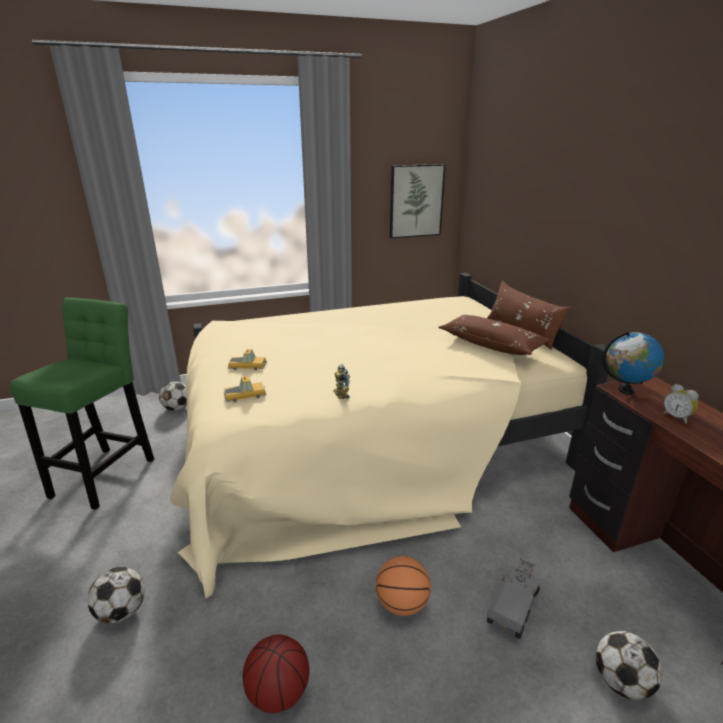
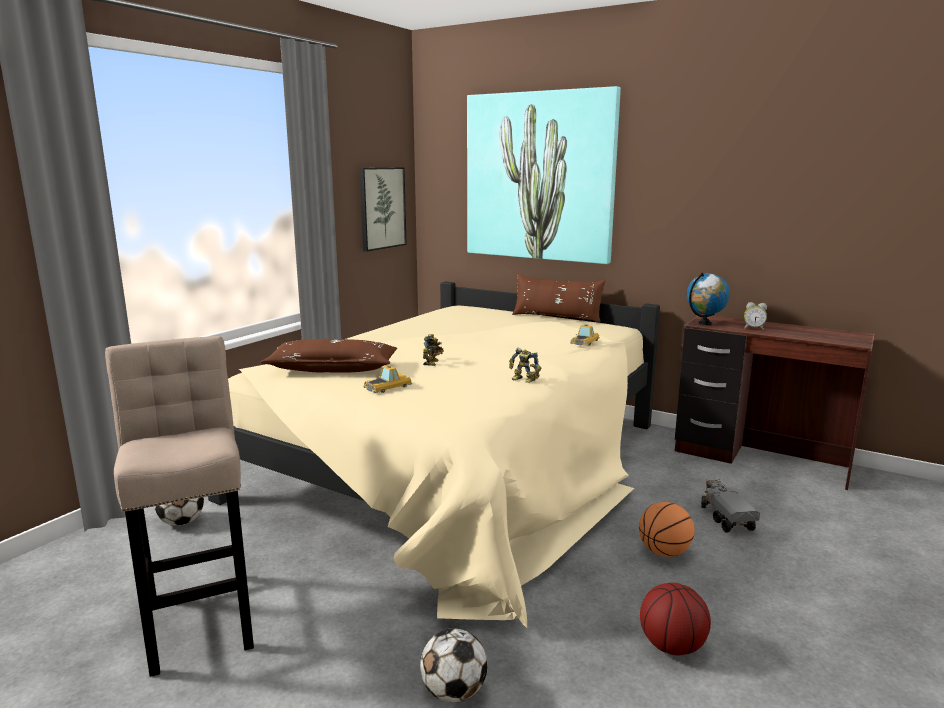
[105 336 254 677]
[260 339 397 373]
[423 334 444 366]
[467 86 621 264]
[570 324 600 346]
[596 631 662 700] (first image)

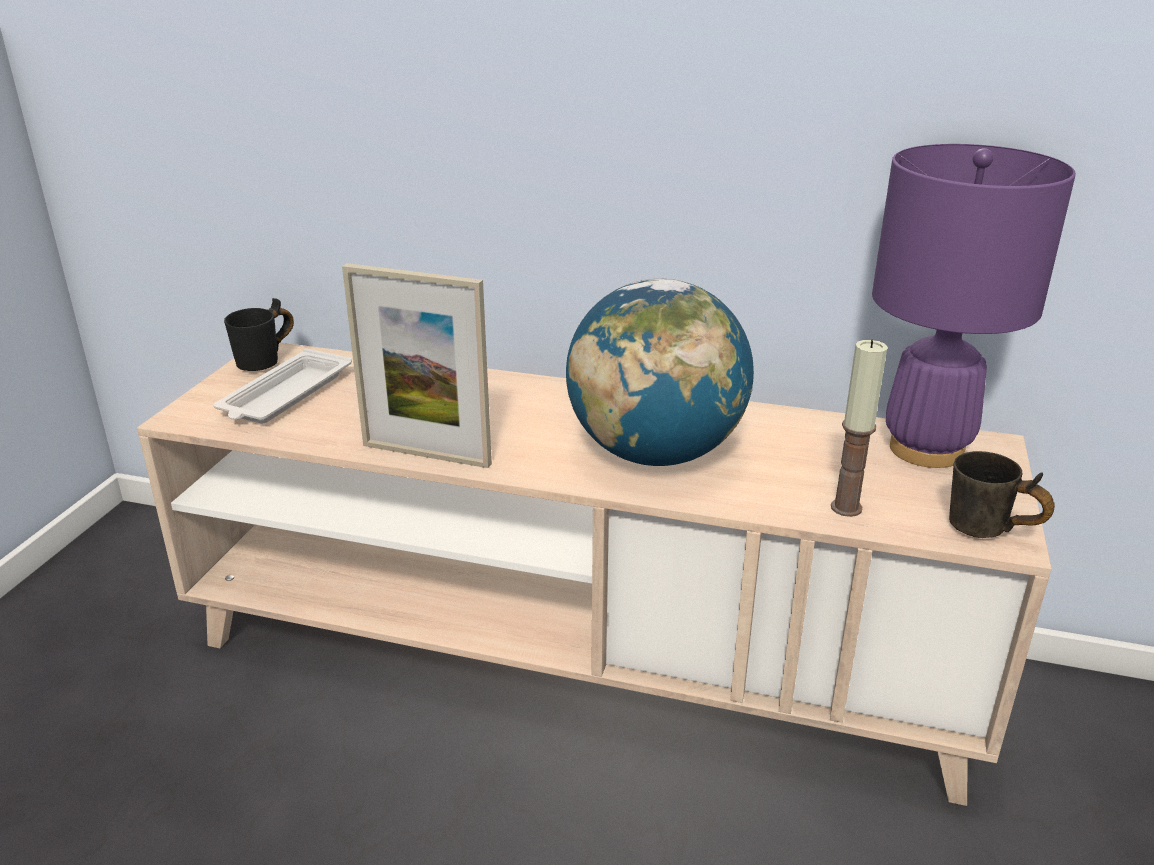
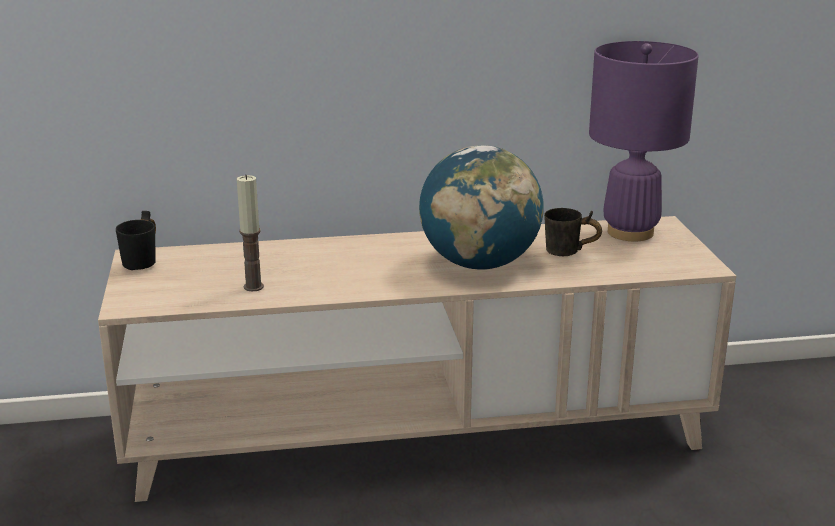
[237 175 264 292]
[544 208 602 257]
[213 348 352 423] (first image)
[342 263 492 468] (first image)

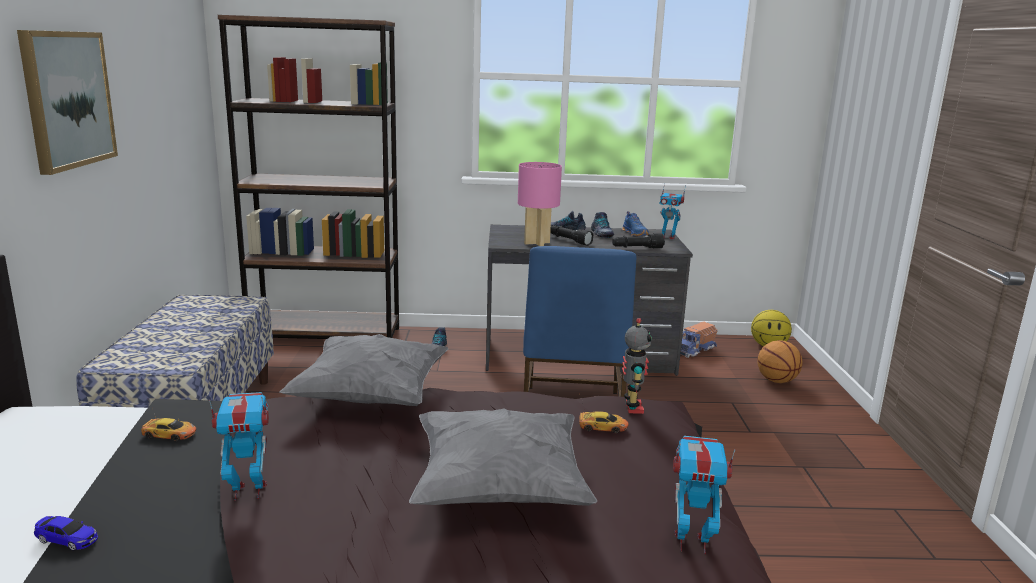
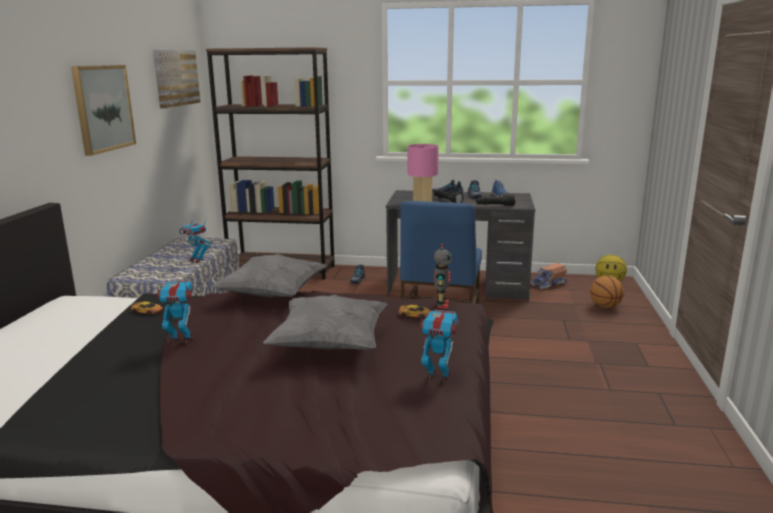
[153 50 200 108]
[179 215 211 263]
[34 516 98 551] (first image)

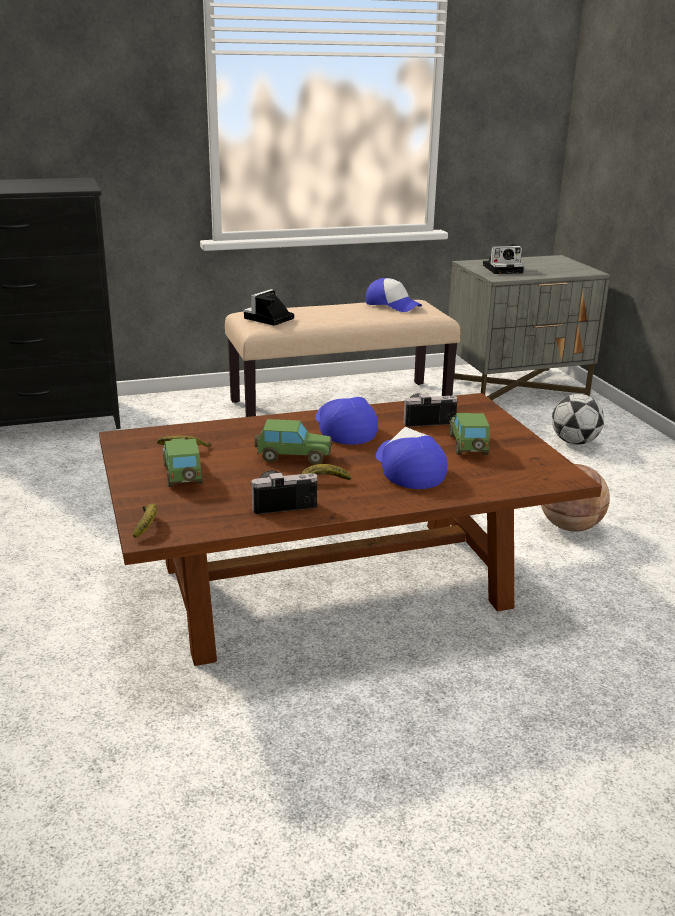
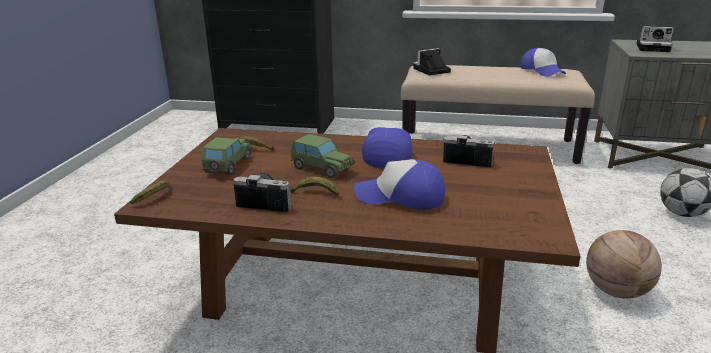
[354 159 445 210]
[449 413 490 455] (first image)

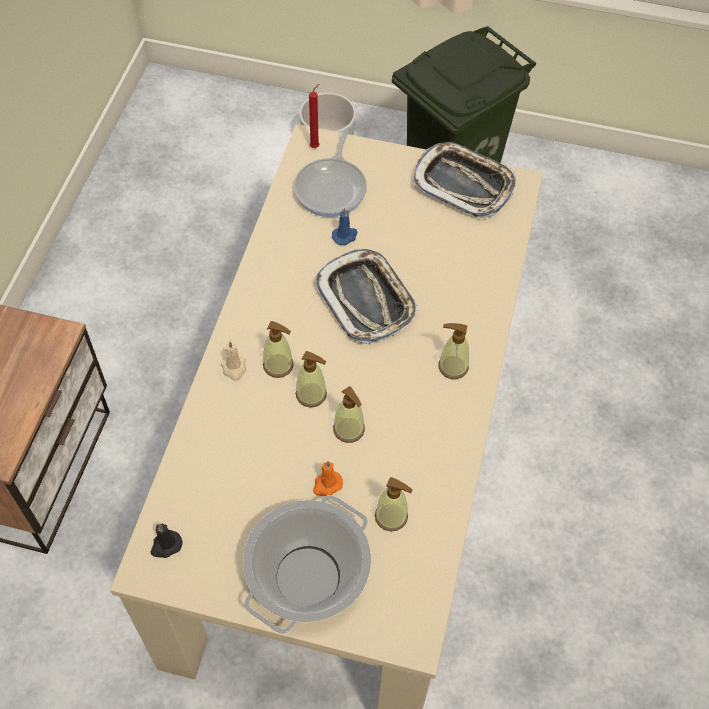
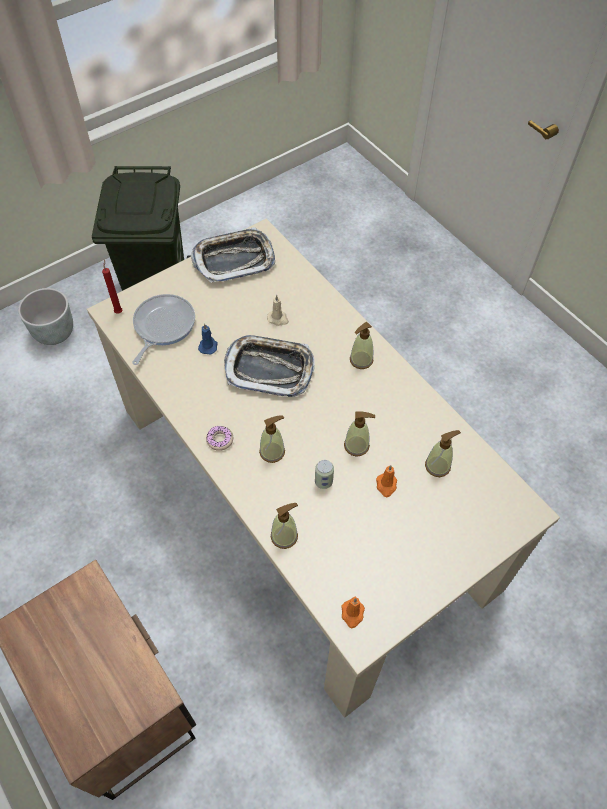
[132 294 195 365]
[206 426 233 451]
[267 295 289 326]
[271 503 298 549]
[315 460 334 489]
[341 597 365 628]
[243 495 371 634] (first image)

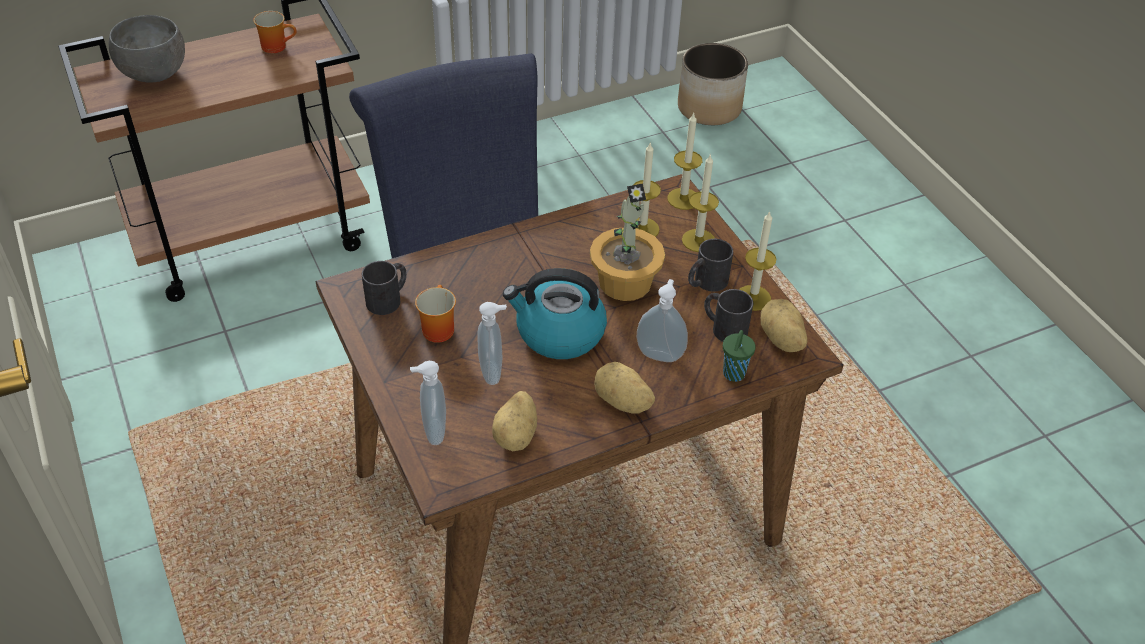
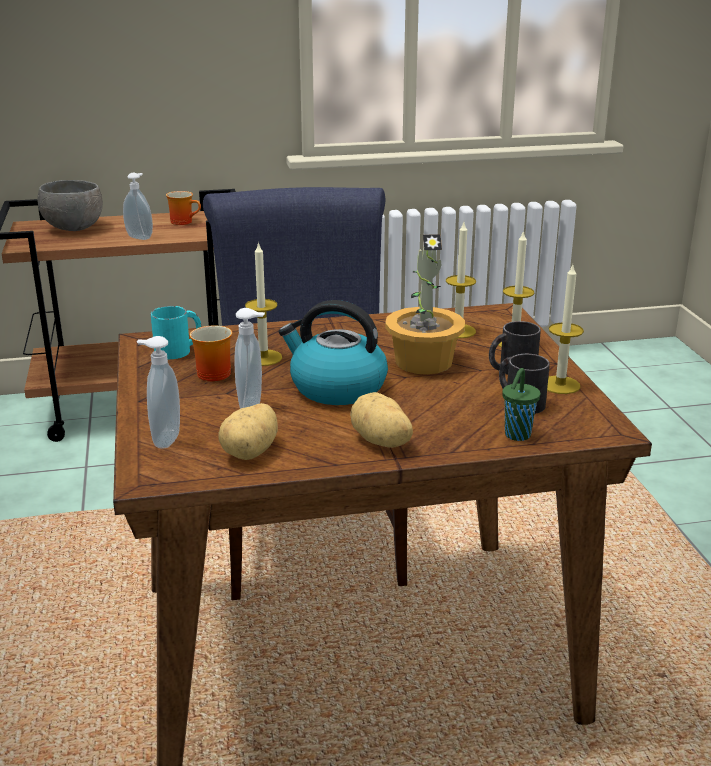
[123 173 153 240]
[151 306 201 359]
[245 242 282 366]
[678 43 748 125] (first image)
[761 299 807 352] (first image)

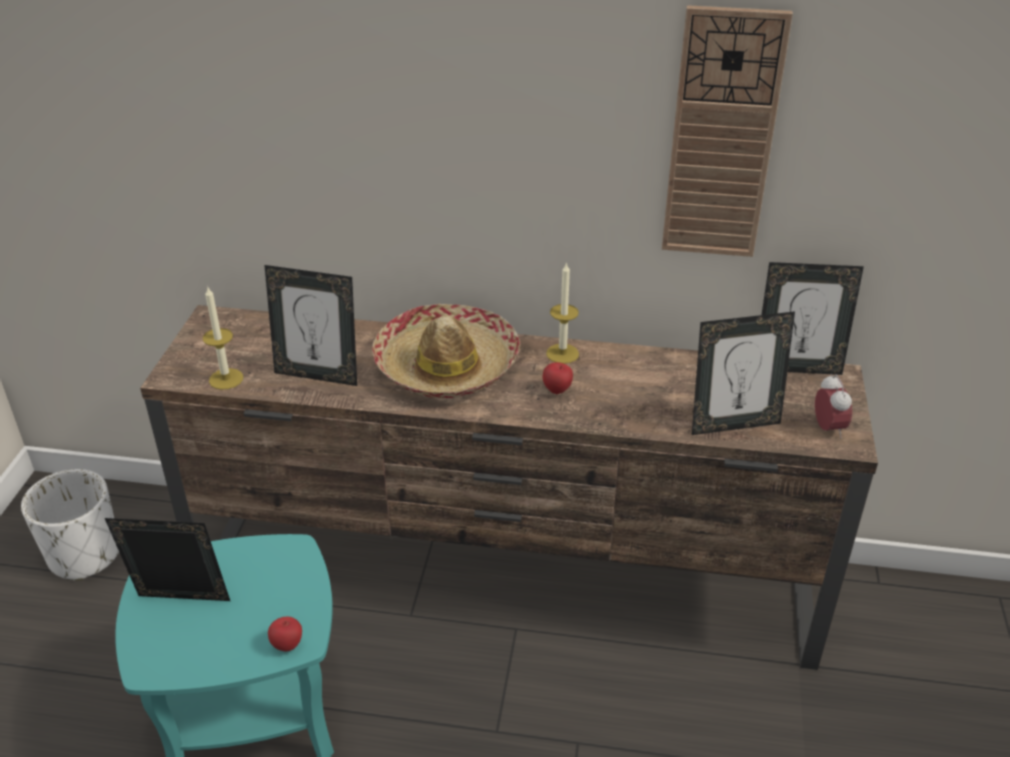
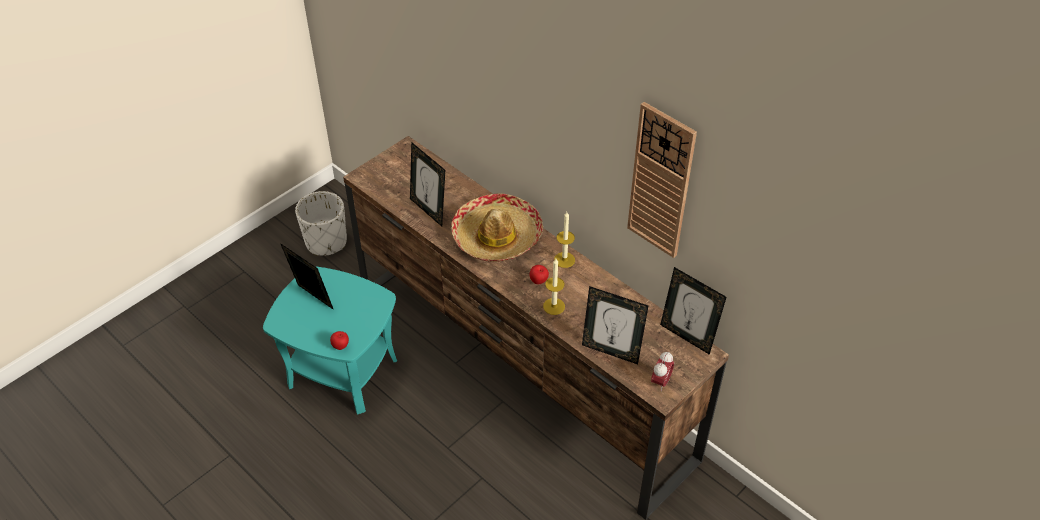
[543 259 565 315]

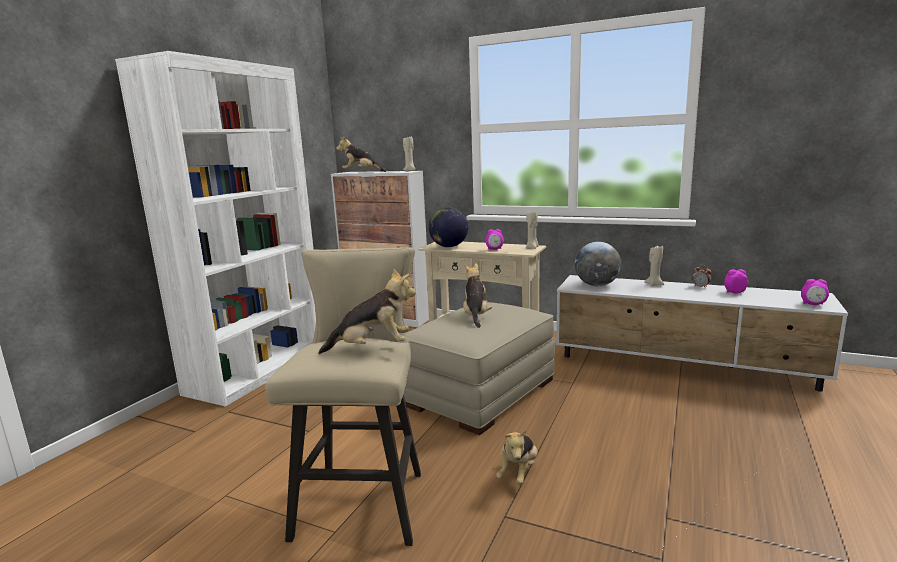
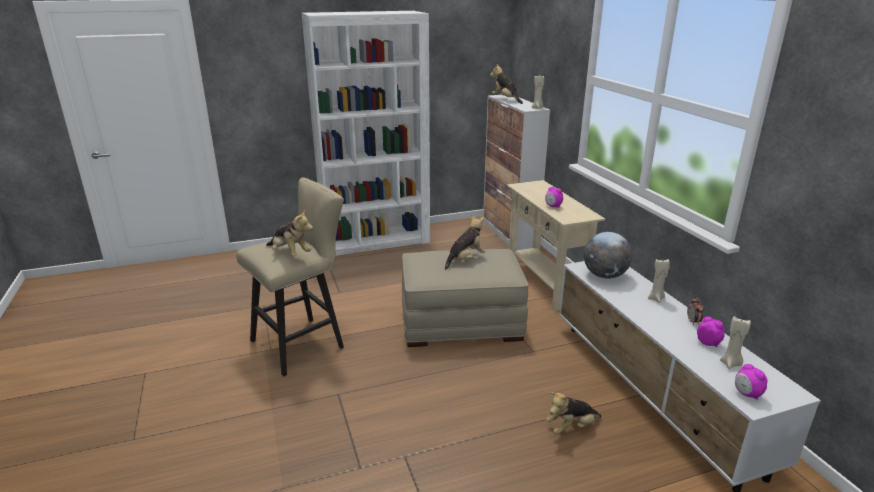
[546 392 601 434]
[720 316 751 369]
[429 207 468 247] (first image)

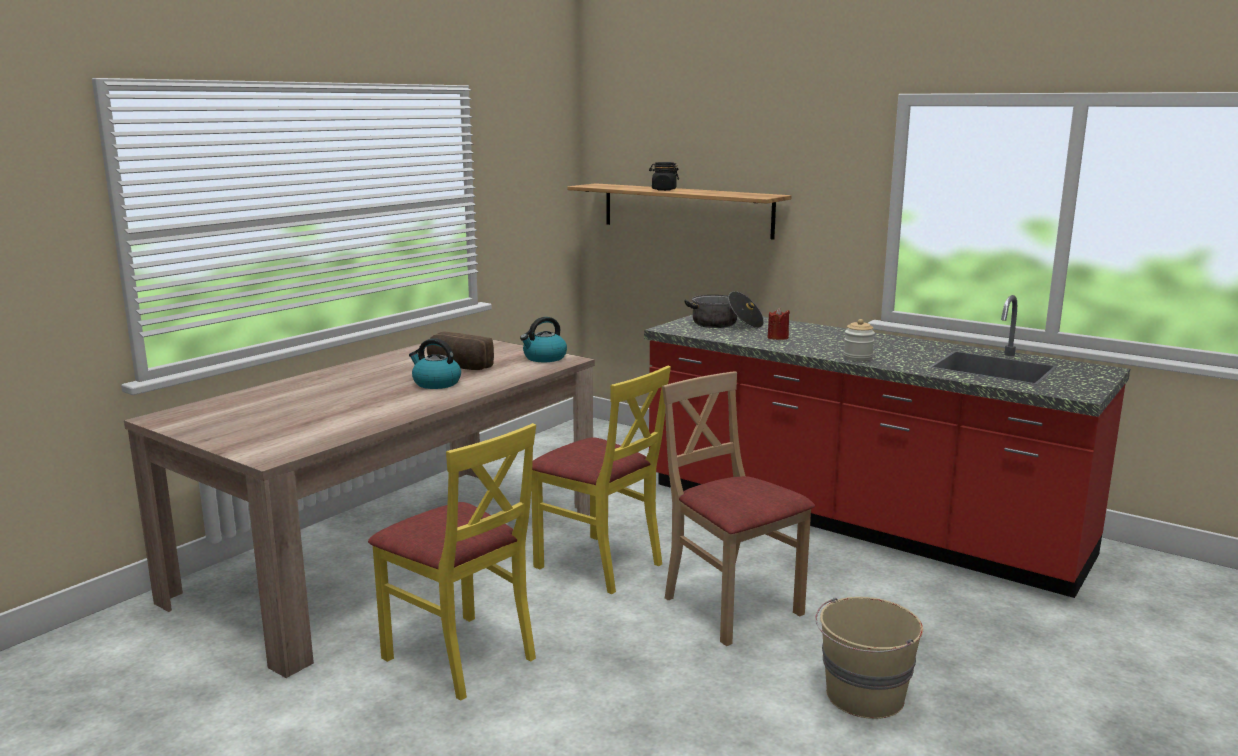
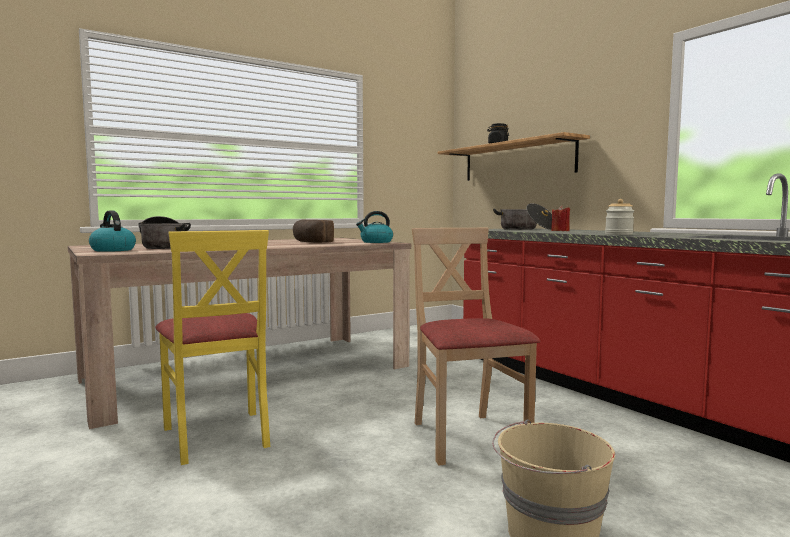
[89 210 136 252]
[139 216 191 249]
[531 366 671 594] (first image)

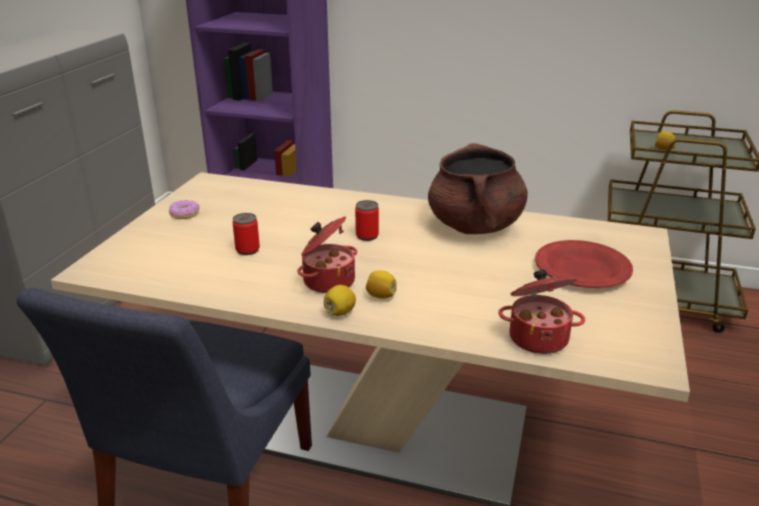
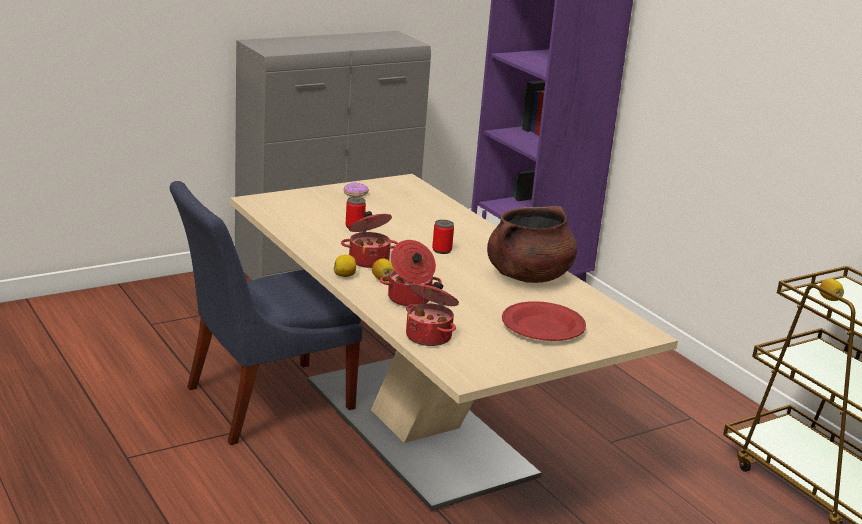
[380 240 442 306]

